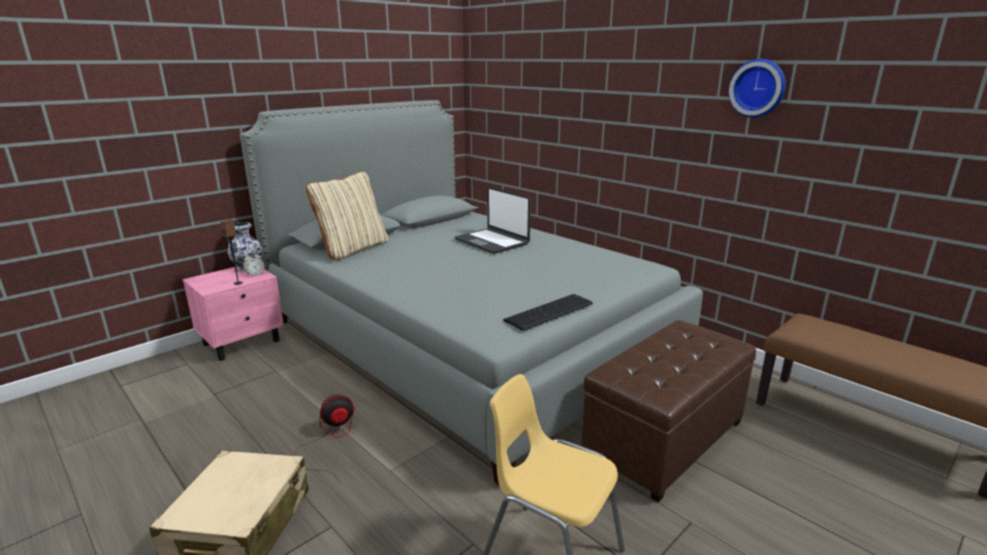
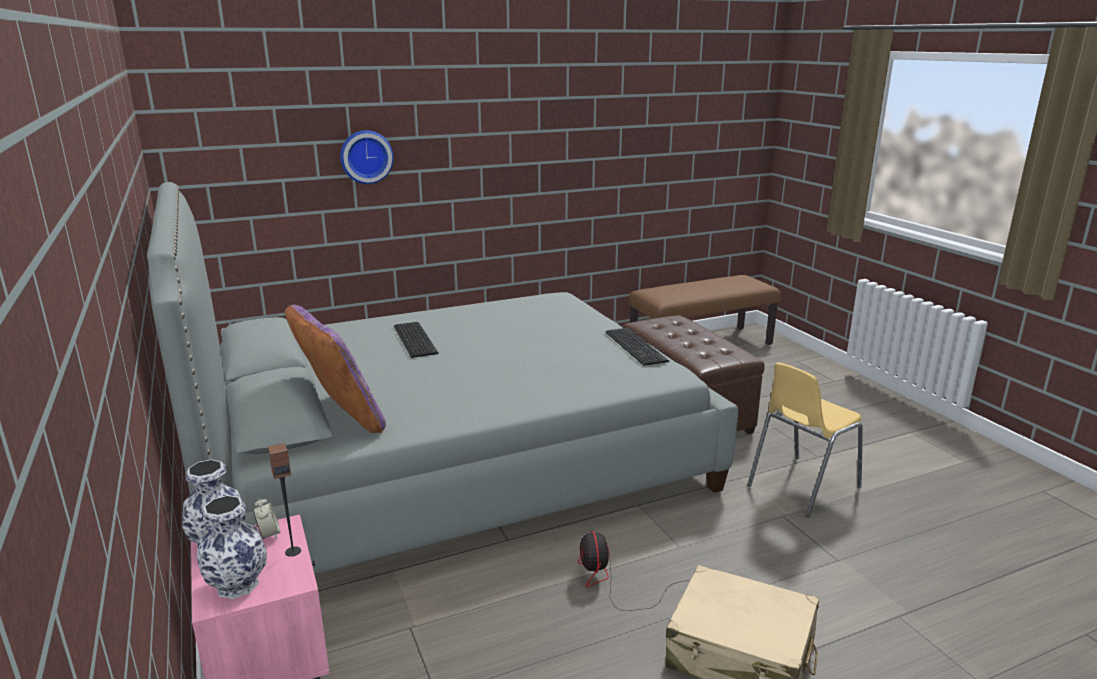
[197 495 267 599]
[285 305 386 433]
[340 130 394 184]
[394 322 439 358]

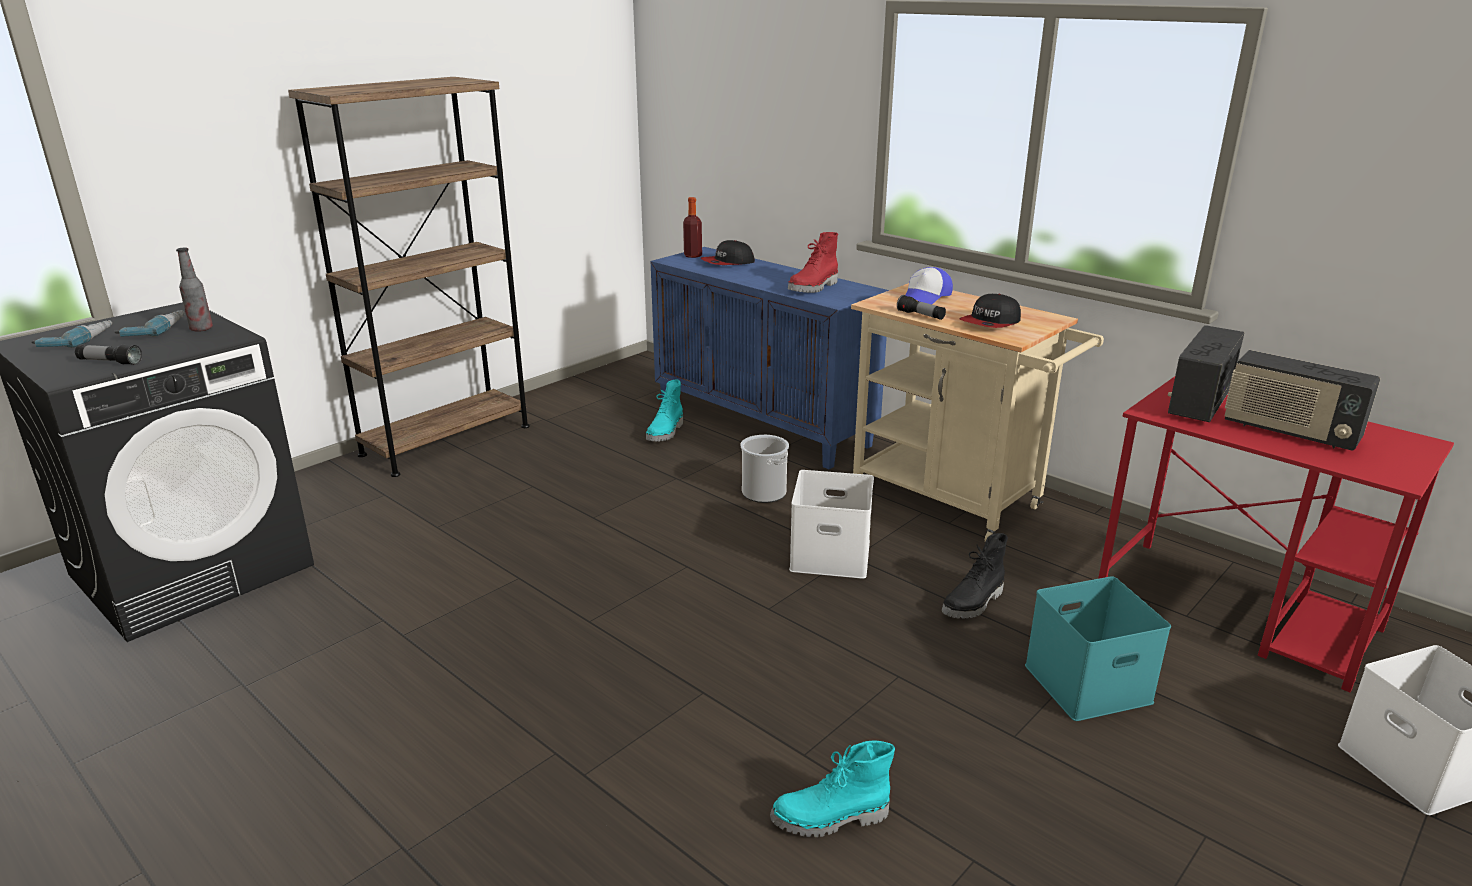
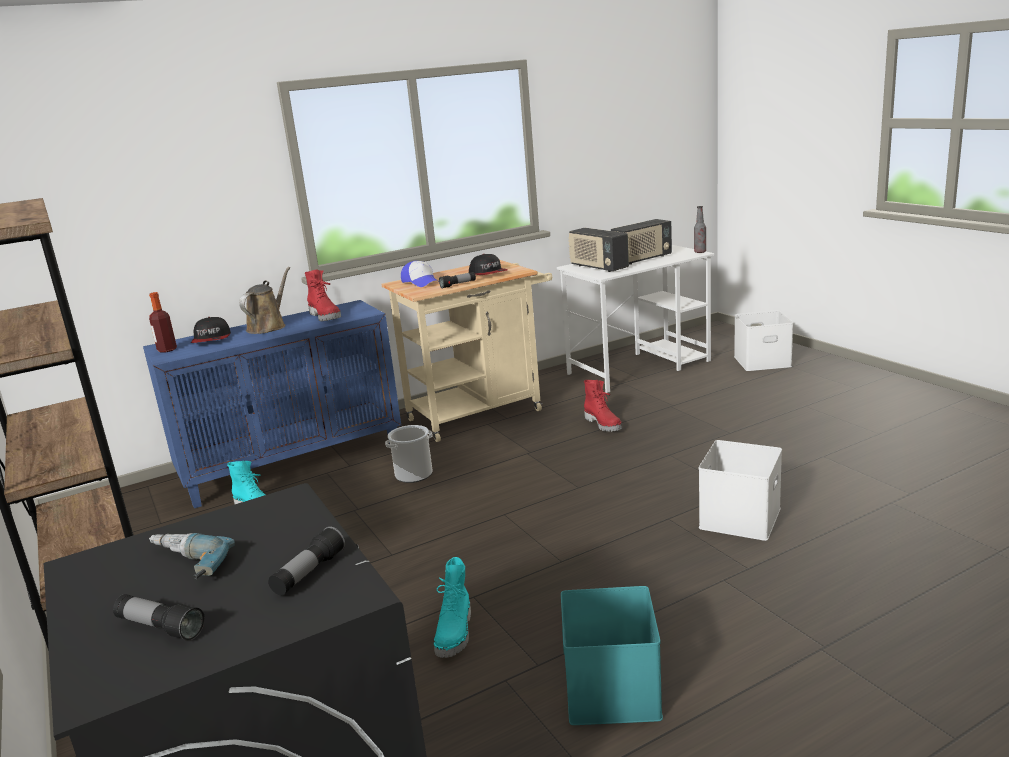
[113 594 205 641]
[239 267 290 334]
[434 557 471 658]
[557 245 714 393]
[561 586 663 725]
[584 380 622 432]
[694 206 706 253]
[699 440 782 541]

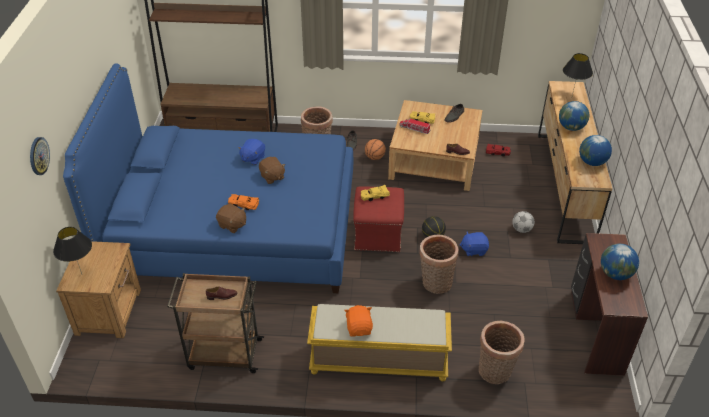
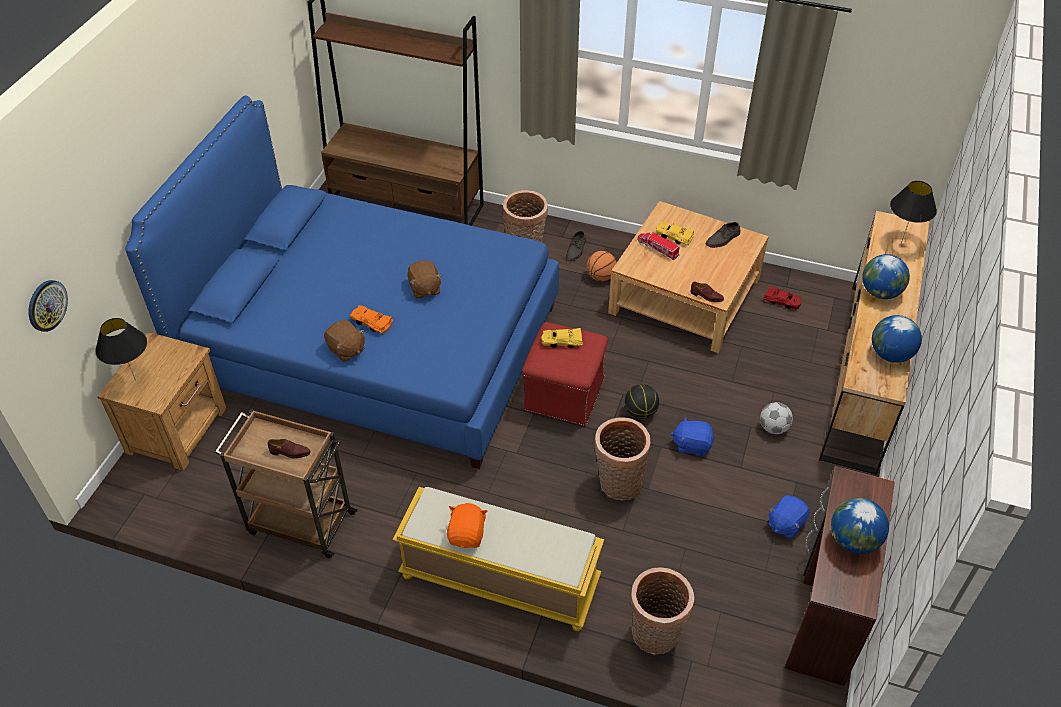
[28 280 68 332]
[768 495 810 539]

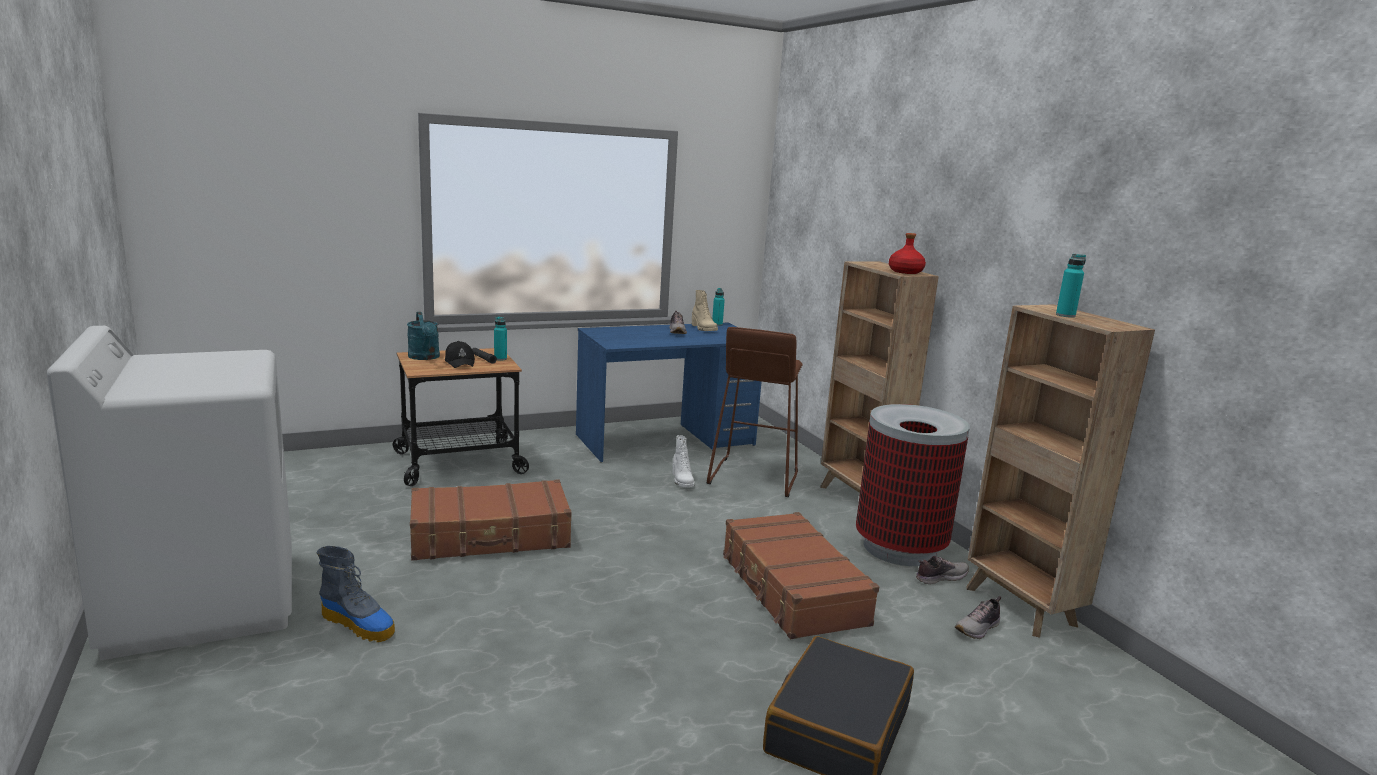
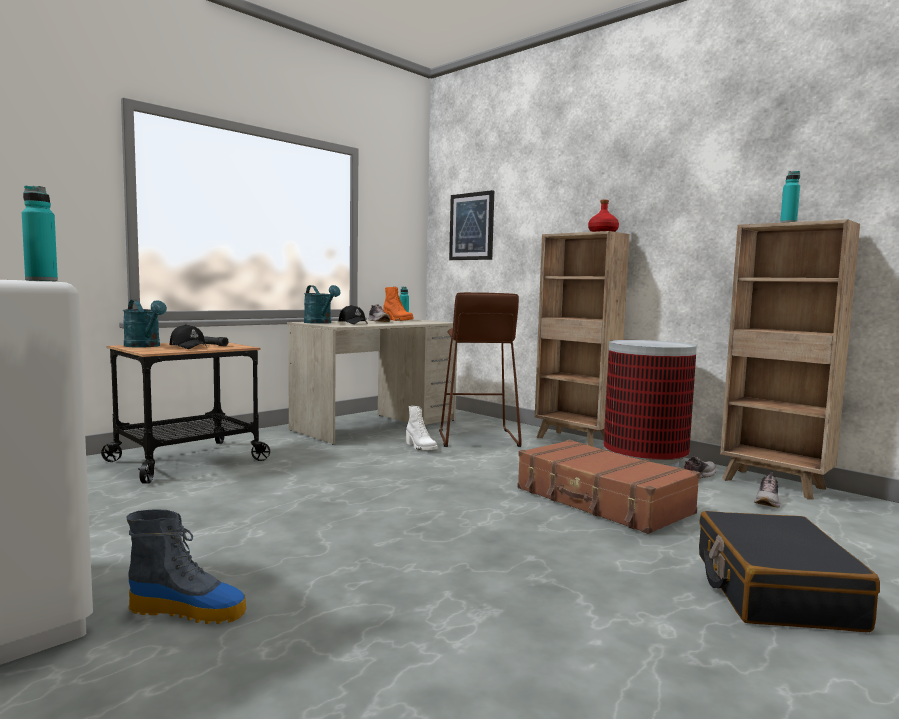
[22 186 58 281]
[287 319 457 445]
[304 285 340 324]
[339 305 368 324]
[383 286 414 321]
[449 190 494 260]
[410 479 572 561] (first image)

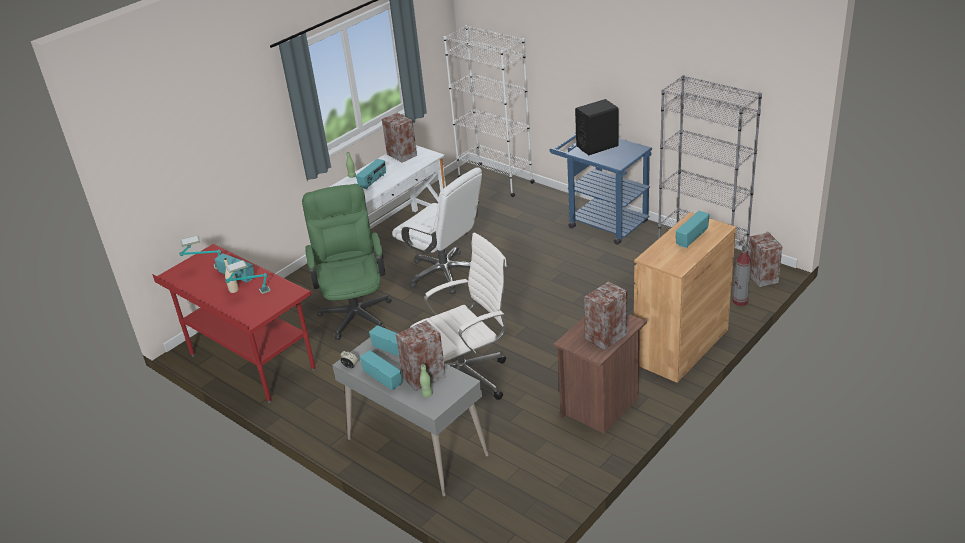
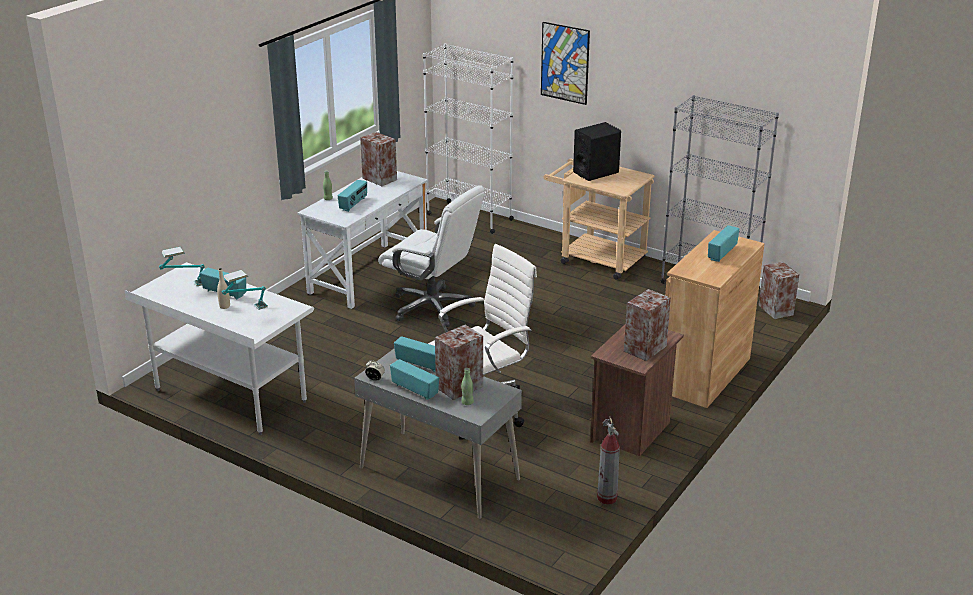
[125 262 314 435]
[541 22 590 105]
[543 158 654 280]
[597 416 620 505]
[302 184 392 340] (first image)

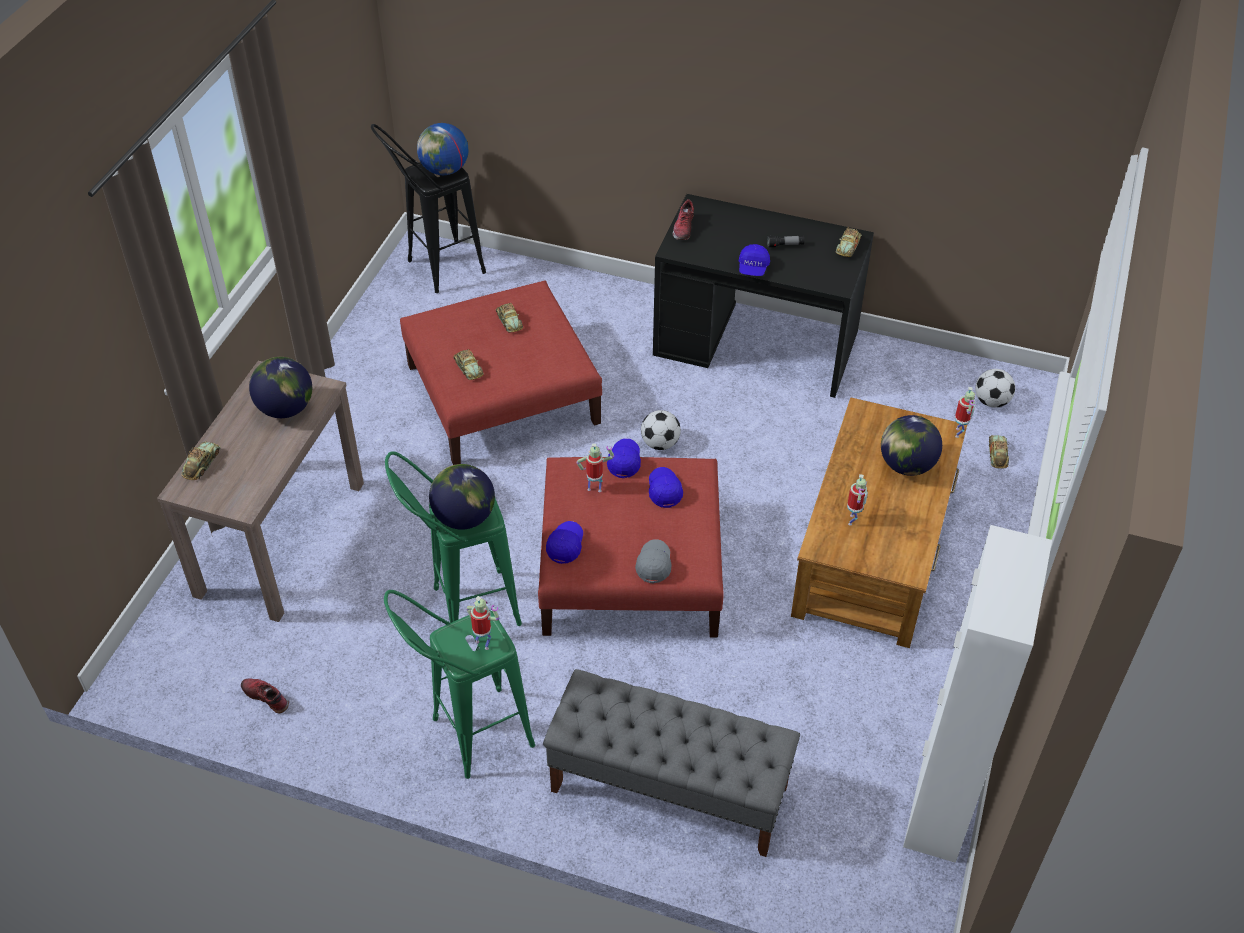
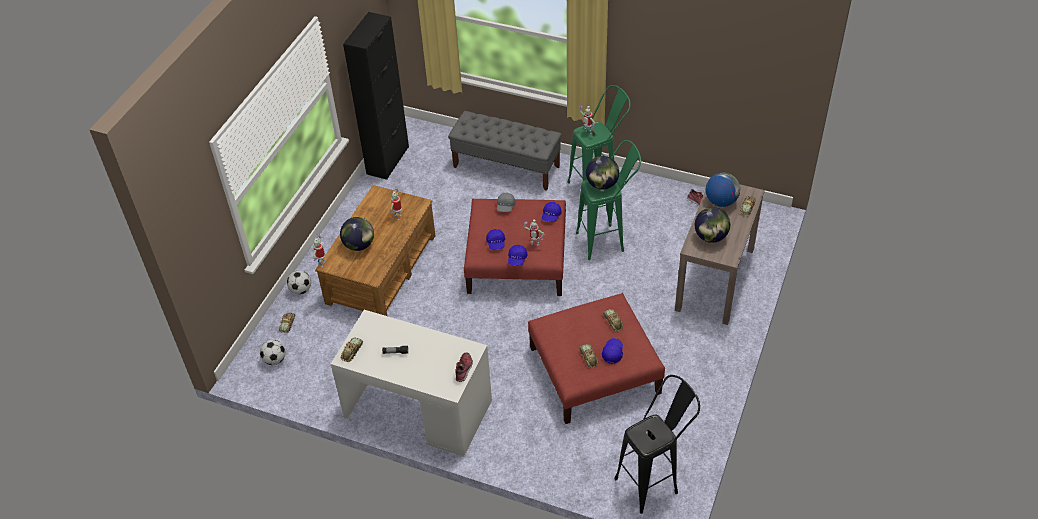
[287 270 311 294]
[331 310 492 456]
[343 12 409 180]
[602 338 623 364]
[706 173 740 207]

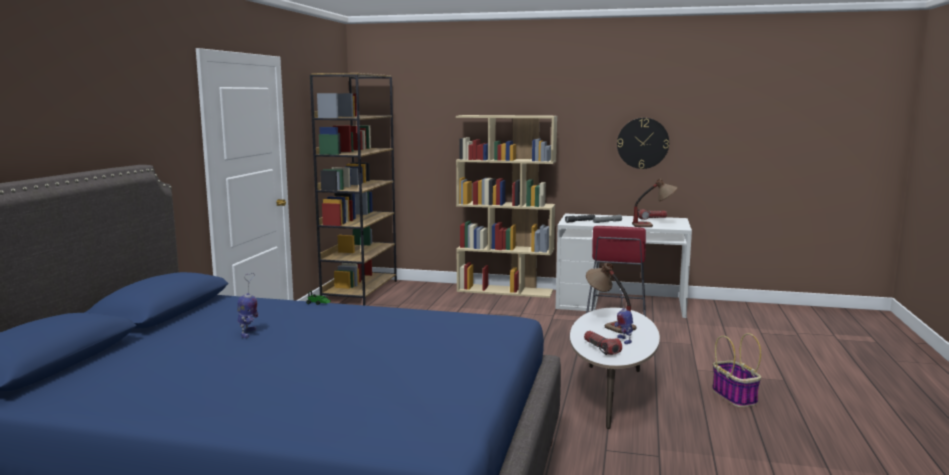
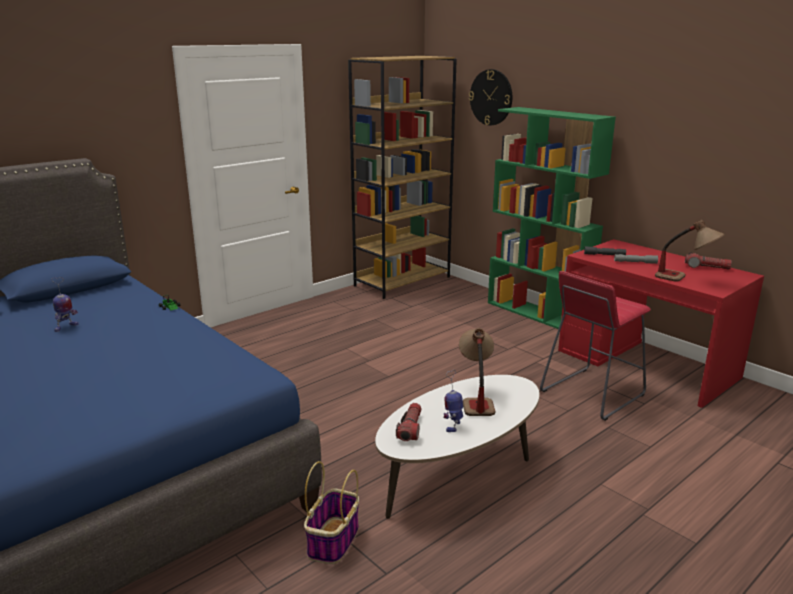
[304 461 359 564]
[469 69 512 125]
[488 107 616 329]
[558 239 764 408]

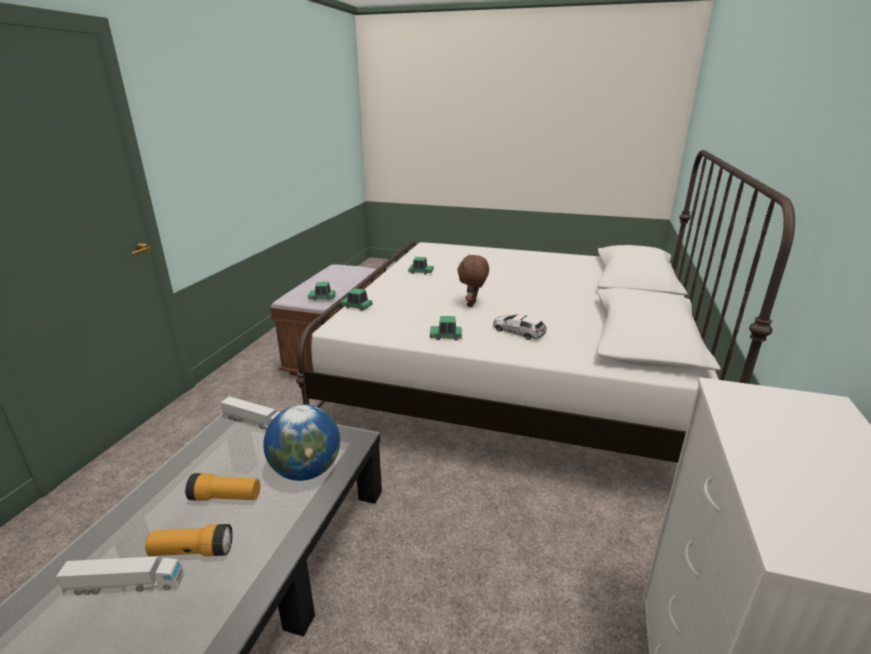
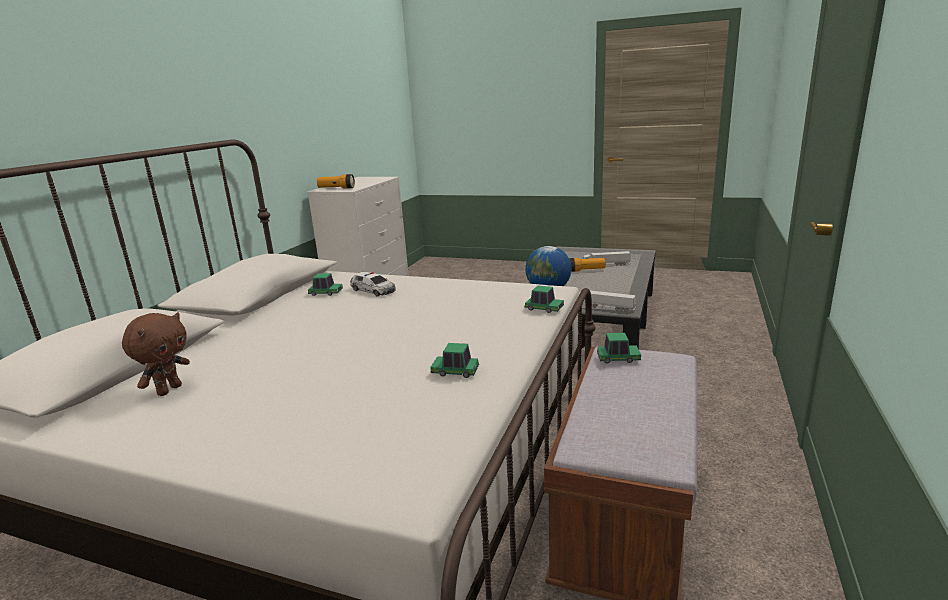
[122 312 190 396]
[308 273 343 296]
[317 174 355 189]

